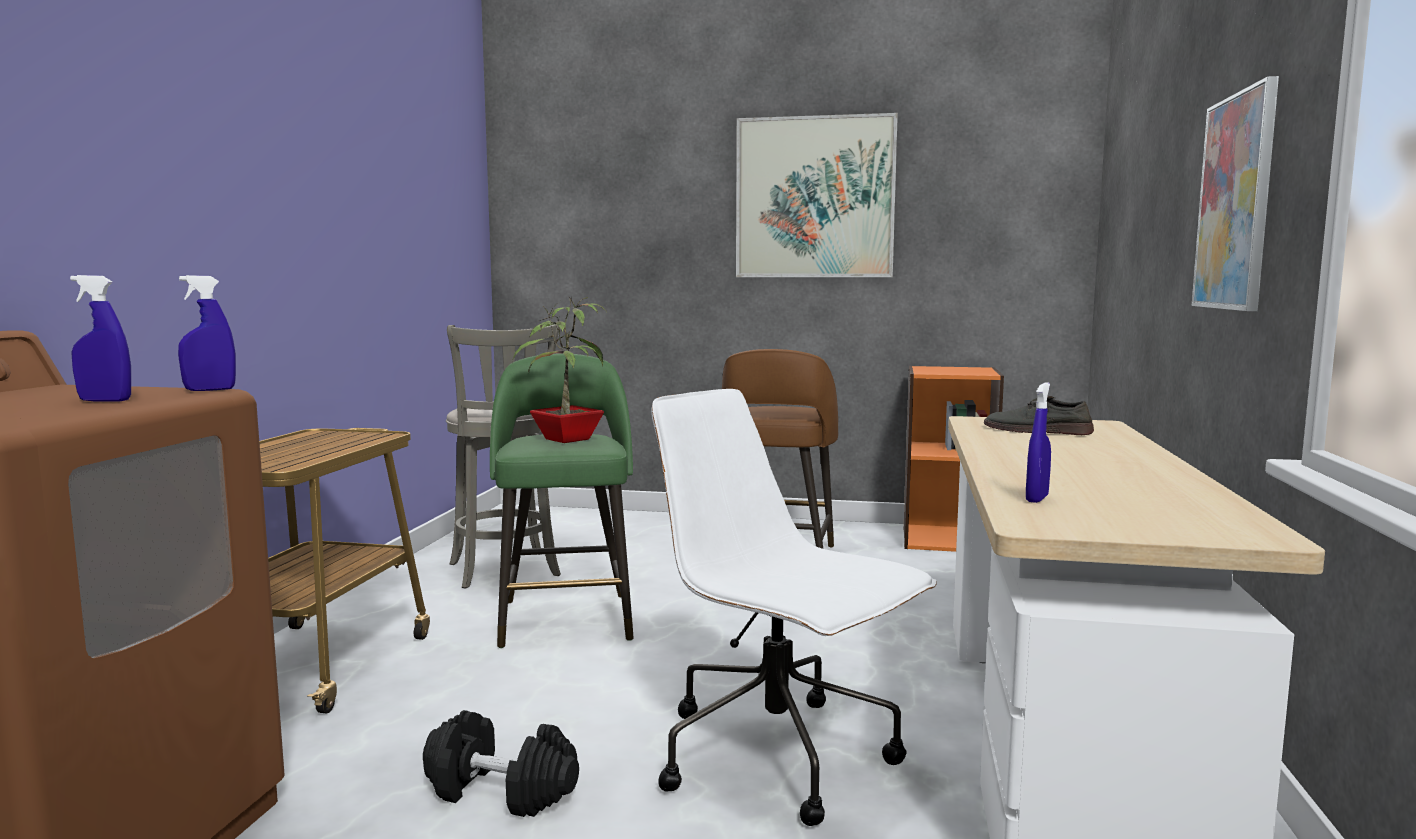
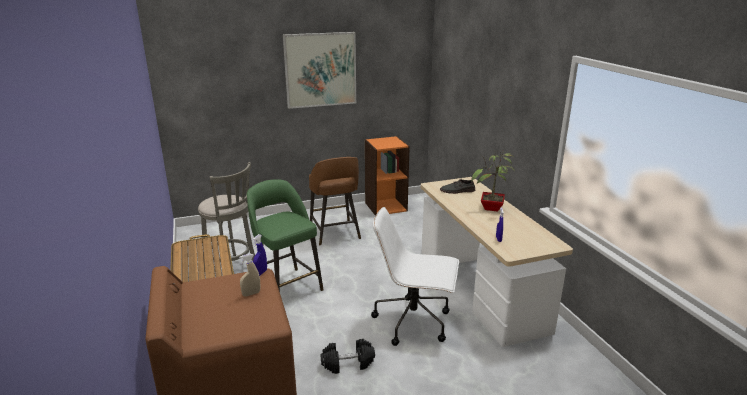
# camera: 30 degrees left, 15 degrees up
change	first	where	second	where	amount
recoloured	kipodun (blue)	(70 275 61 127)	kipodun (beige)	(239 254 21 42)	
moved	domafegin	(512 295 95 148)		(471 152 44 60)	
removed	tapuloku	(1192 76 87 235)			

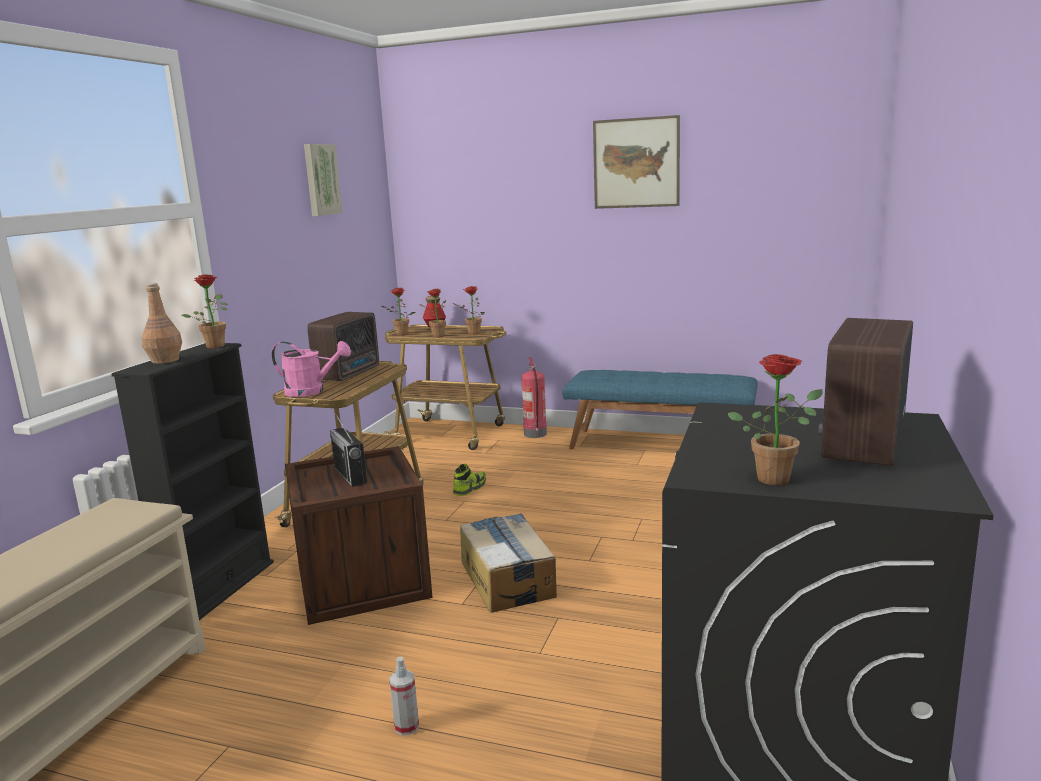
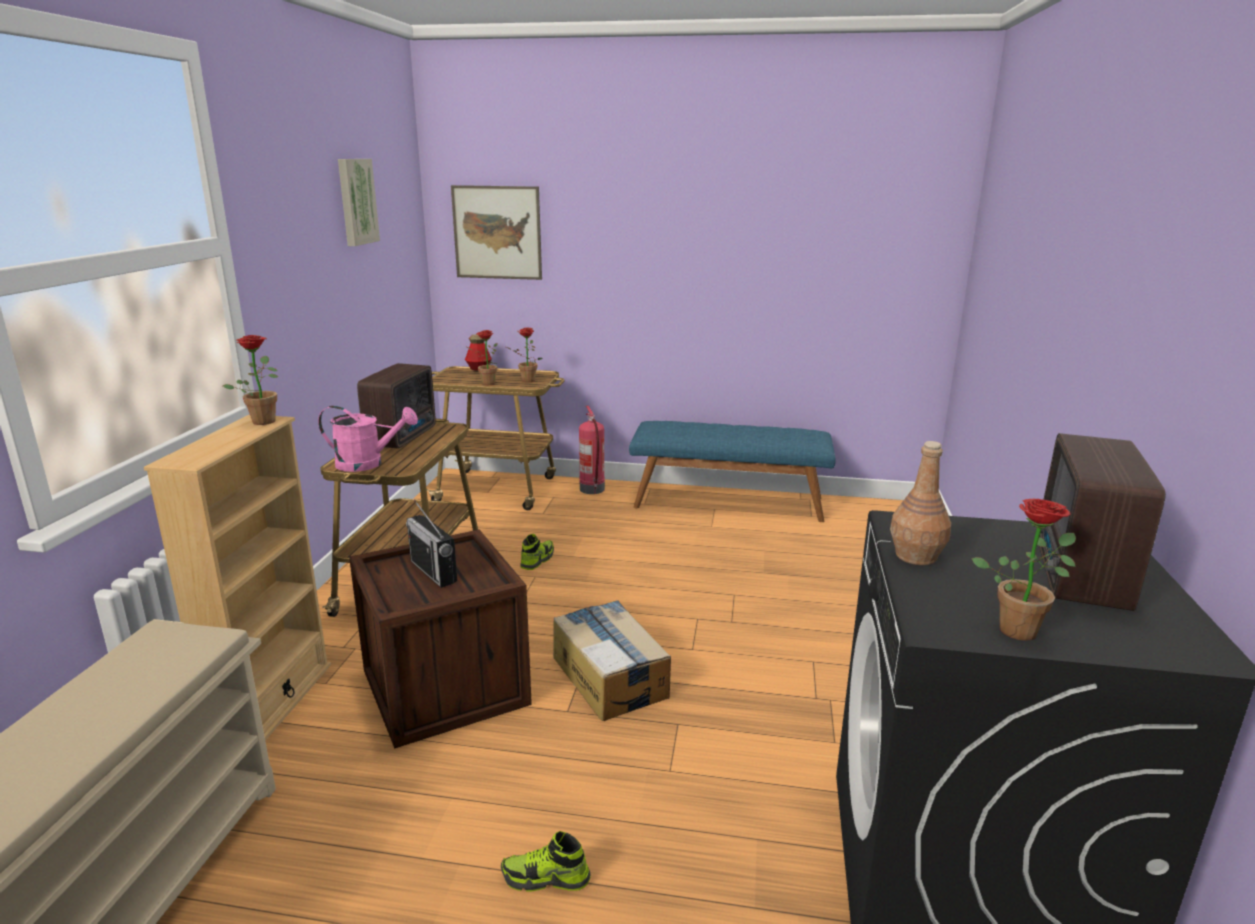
# camera: 10 degrees left, 5 degrees up
change	first	where	second	where	amount
recoloured	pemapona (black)	(111 343 163 277)	pemapona (beige)	(144 414 187 327)	
moved	tapuloku	(593 115 87 94)		(451 185 91 95)	
replaced	kipodun	(389 657 30 78)	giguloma	(501 831 90 60)	
moved	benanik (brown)	(141 283 41 81)		(890 441 61 124)	
removed	domafegin	(382 288 34 48)			

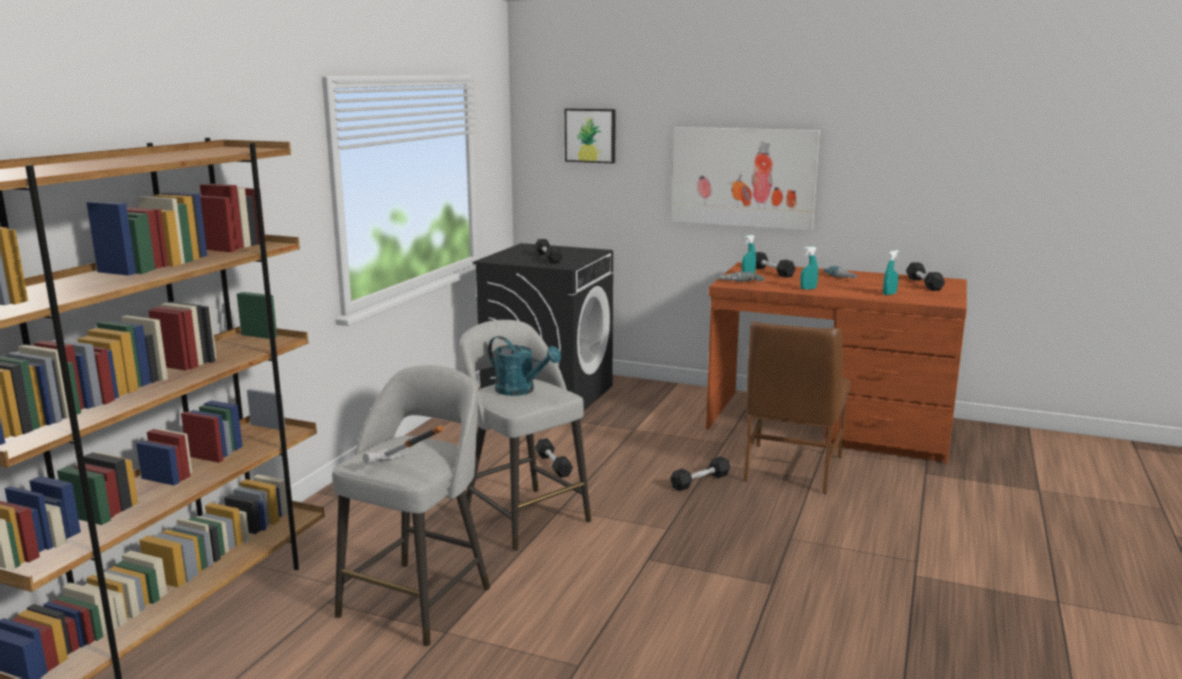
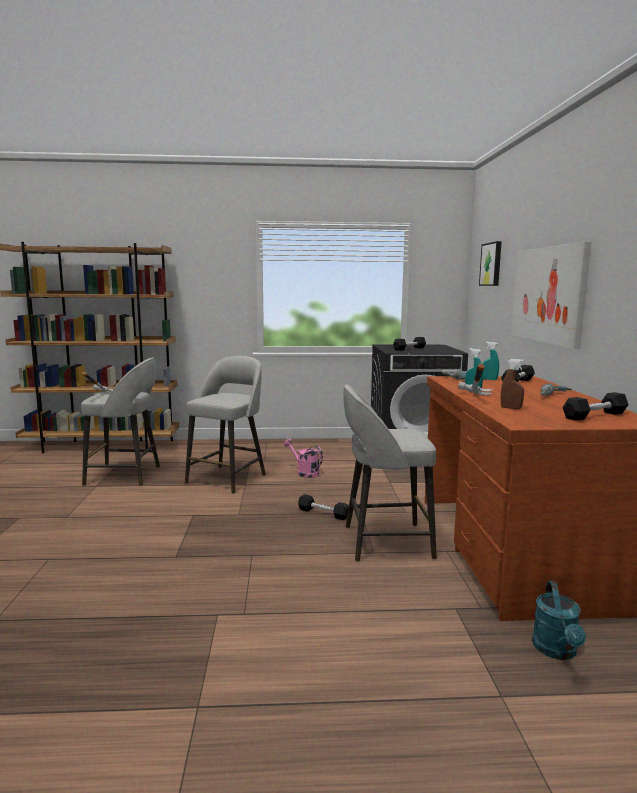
# camera: 65 degrees right, 5 degrees down
change	first	where	second	where	amount
replaced	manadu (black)	(535 438 38 40)	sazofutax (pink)	(284 439 39 39)	
replaced	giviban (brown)	(744 321 106 173)	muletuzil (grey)	(343 385 94 177)	
added			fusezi	(458 364 34 31)	
recoloured	kipodun (turquoise)	(883 250 16 45)	kipodun (brown)	(501 359 23 50)	
moved	sazofutax (turquoise)	(488 336 73 60)		(532 581 54 79)	

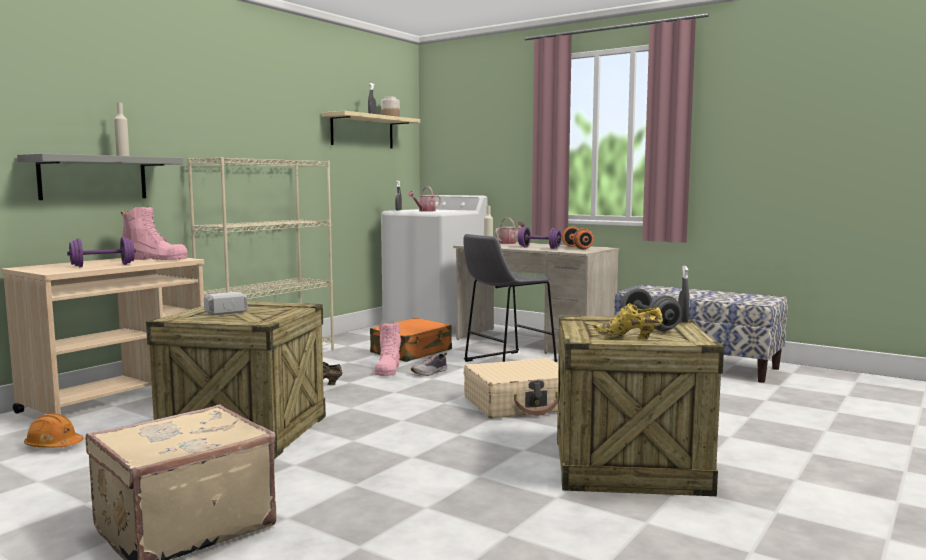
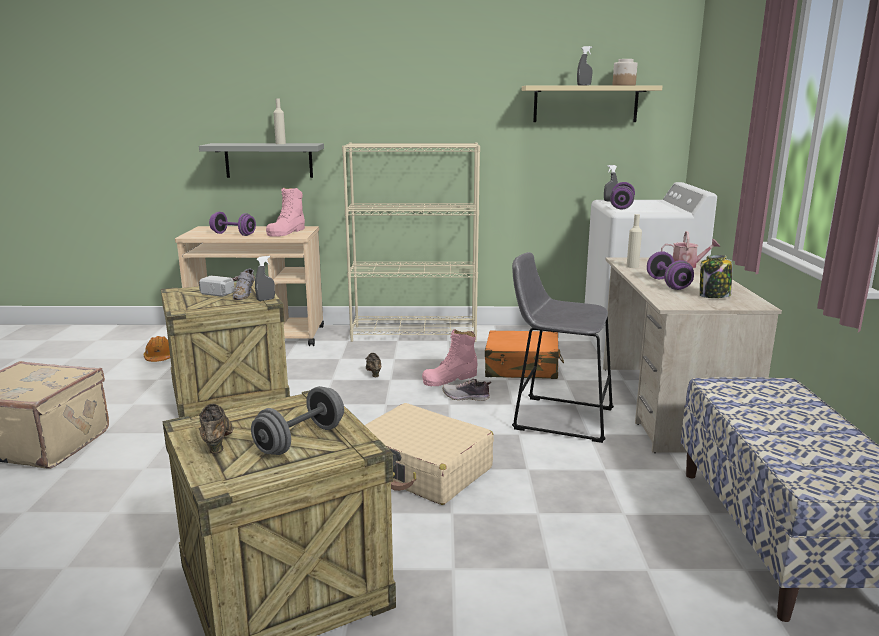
# camera: 55 degrees right, 10 degrees up
change	first	where	second	where	amount
recoloured	giguloma (yellow)	(593 303 70 36)	giguloma (brown)	(199 404 35 50)	
added			giguloma (grey)	(233 269 22 31)	
moved	kipodun (grey)	(678 266 12 56)		(255 256 20 45)	
turned	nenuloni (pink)	(121 207 67 53)		(266 188 39 49)	45 degrees clockwise
replaced	sazofutax	(407 186 34 25)	manadu (purple)	(610 182 25 28)	
replaced	manadu (orange)	(562 227 32 22)	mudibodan	(700 255 32 43)	

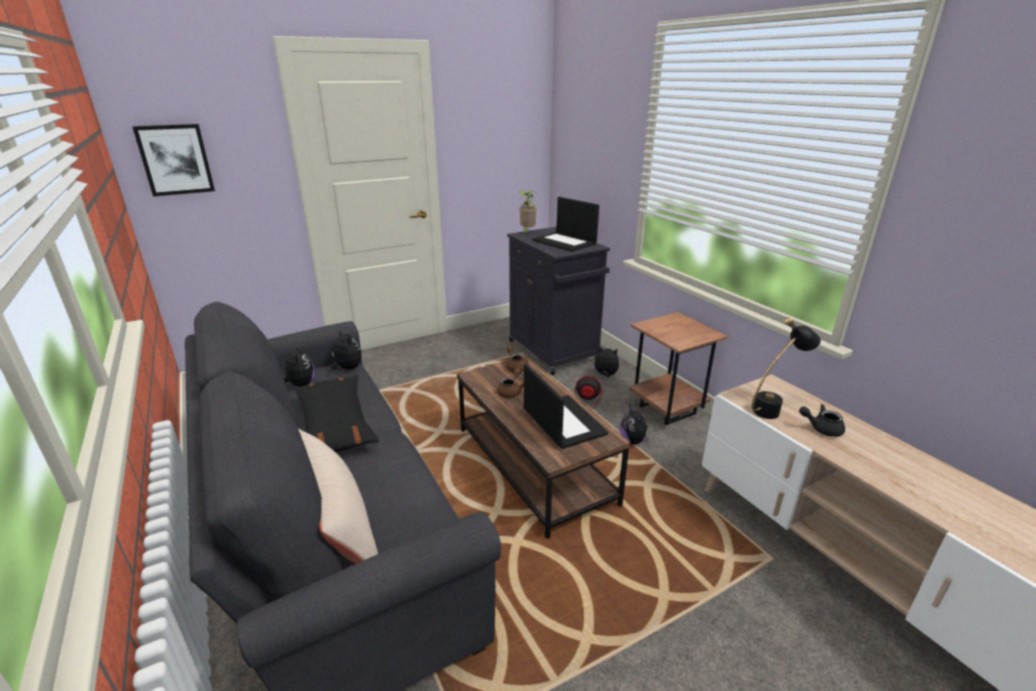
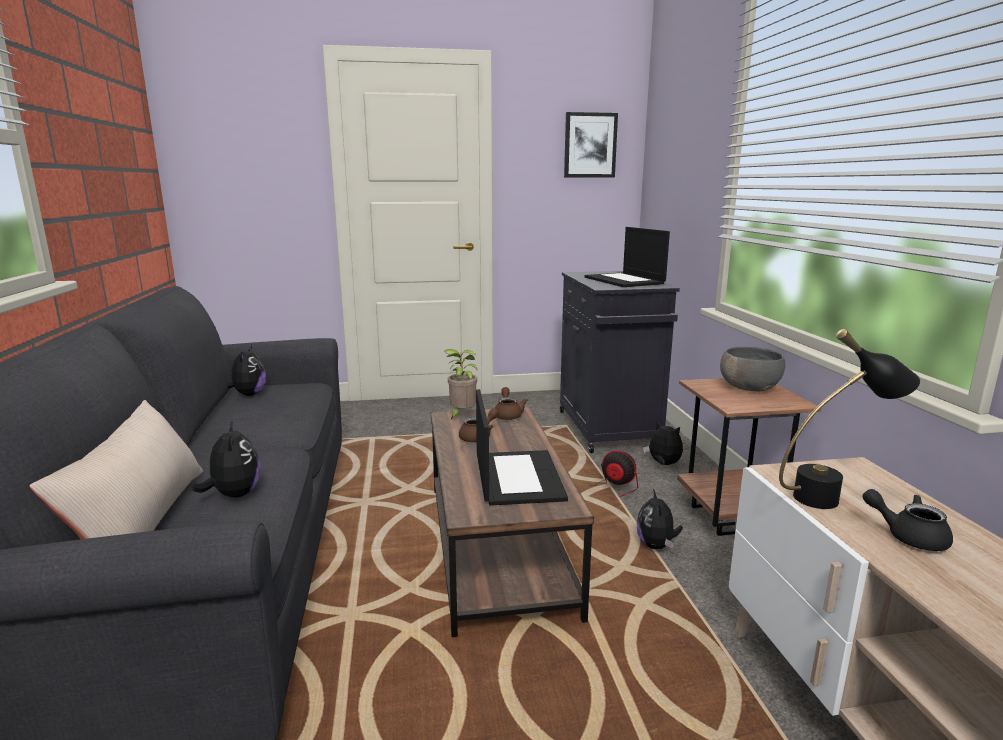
# camera: 20 degrees right, 10 degrees down
change	first	where	second	where	amount
moved	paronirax	(331 329 31 41)		(193 422 68 76)	
moved	domafegin	(519 191 18 42)		(445 349 32 70)	
moved	tapuloku	(132 124 83 72)		(564 112 54 66)	
added			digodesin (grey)	(720 346 65 46)	
removed	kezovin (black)	(295 375 84 77)			

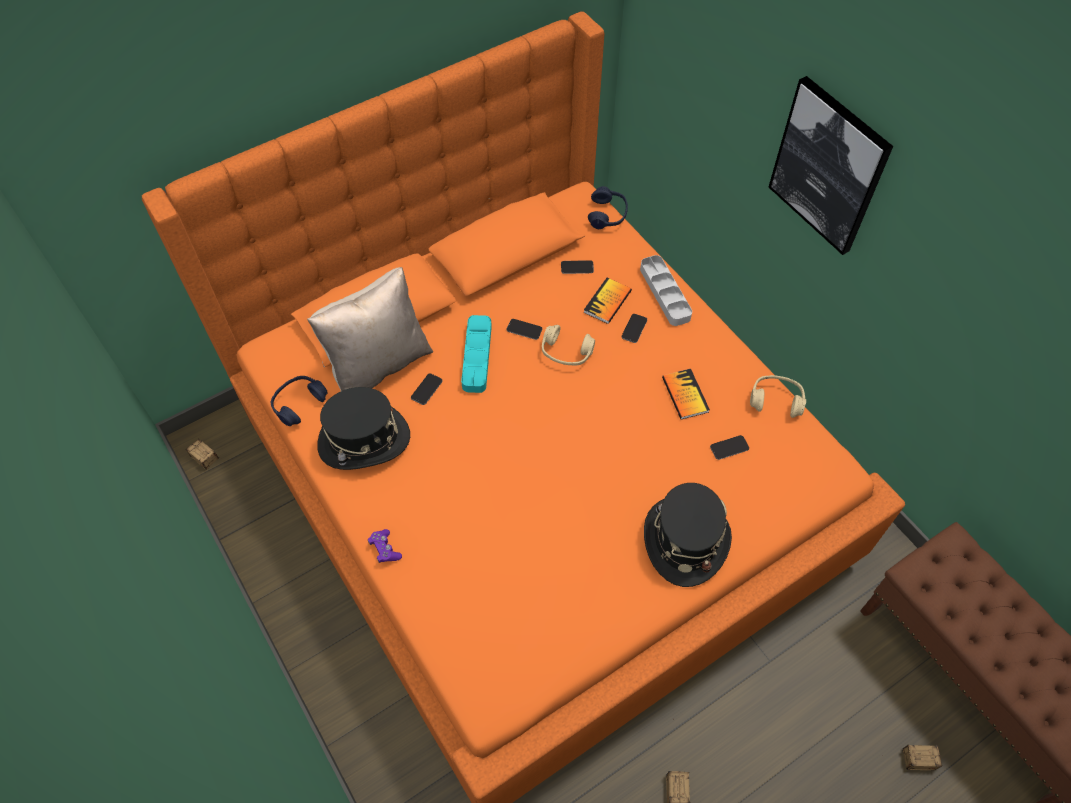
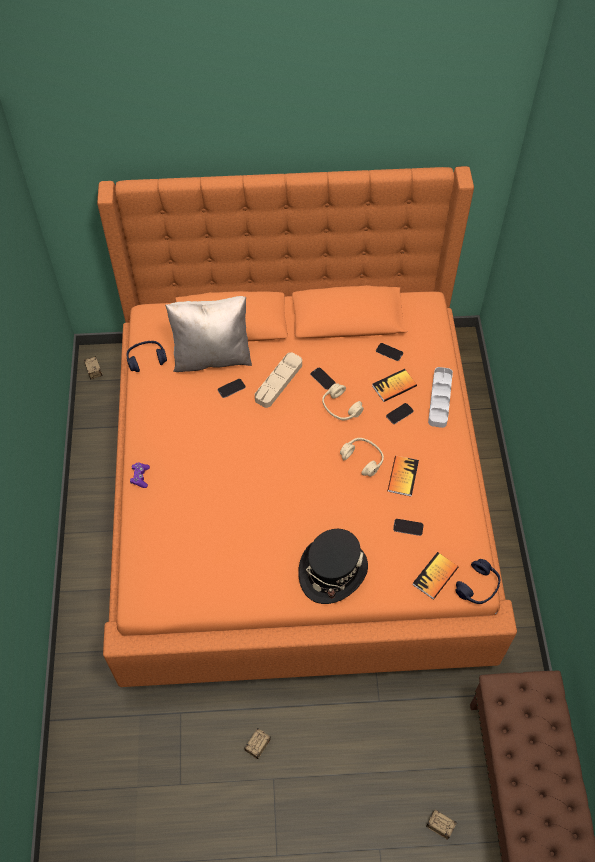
# camera: 30 degrees right, 0 degrees up
change	first	where	second	where	amount
recoloured	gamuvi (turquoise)	(461 315 31 78)	gamuvi (beige)	(255 352 47 56)	
moved	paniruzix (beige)	(750 375 56 43)		(340 438 44 39)	
added			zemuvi	(412 552 46 48)	
moved	paniruzix (blue)	(588 186 40 43)		(455 559 45 45)	
removed	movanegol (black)	(317 387 93 83)			
removed	tapuloku	(769 76 124 179)			

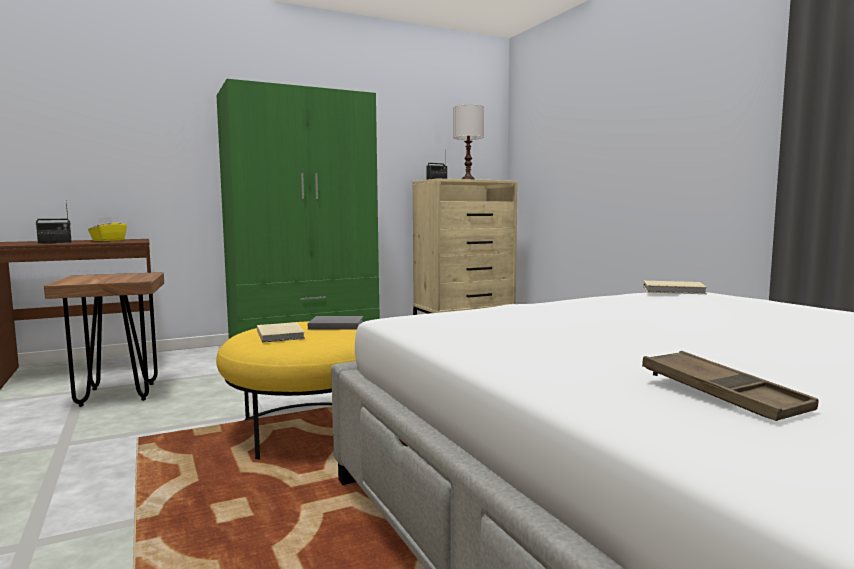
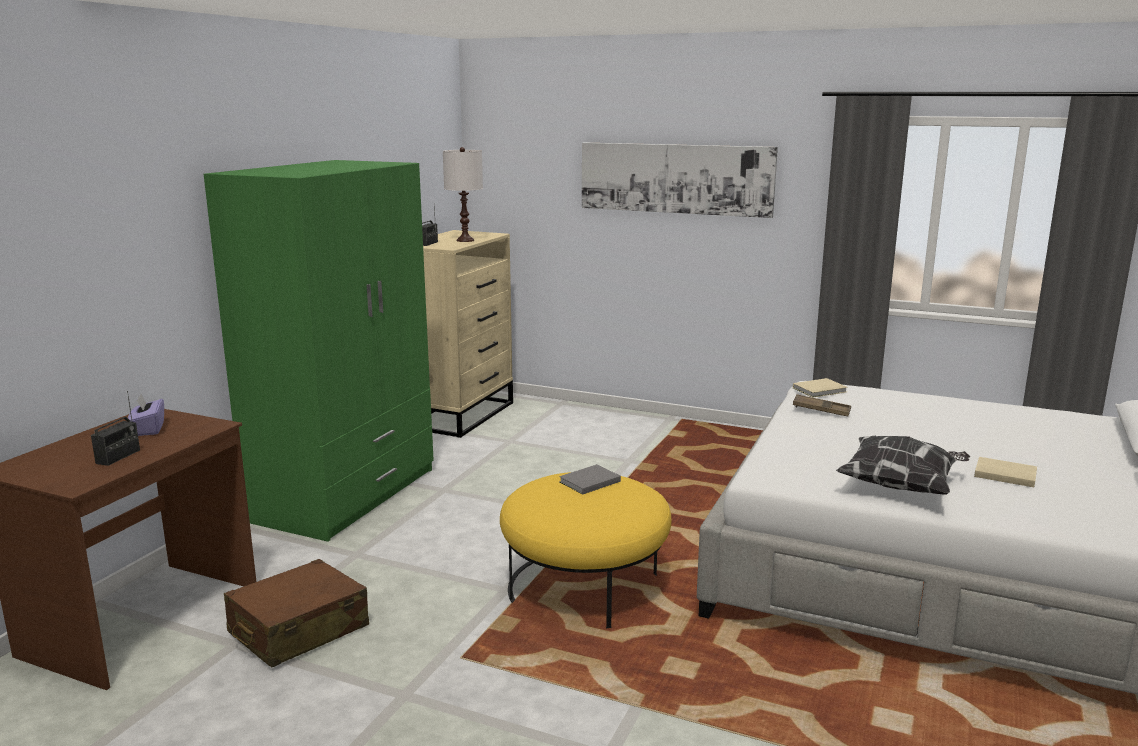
# camera: 40 degrees left, 10 degrees up
change	first	where	second	where	amount
recoloured	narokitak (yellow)	(88 217 39 24)	narokitak (purple)	(128 394 36 42)	
replaced	muletuzil (brown)	(44 272 120 135)	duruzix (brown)	(224 559 145 108)	
added			tapuloku	(582 142 196 76)	
moved	gamuvi (brown)	(642 351 177 70)		(793 394 58 22)	
added			kezovin	(836 436 134 59)	
moved	zemuvi (beige)	(257 322 48 21)		(974 457 63 30)	

